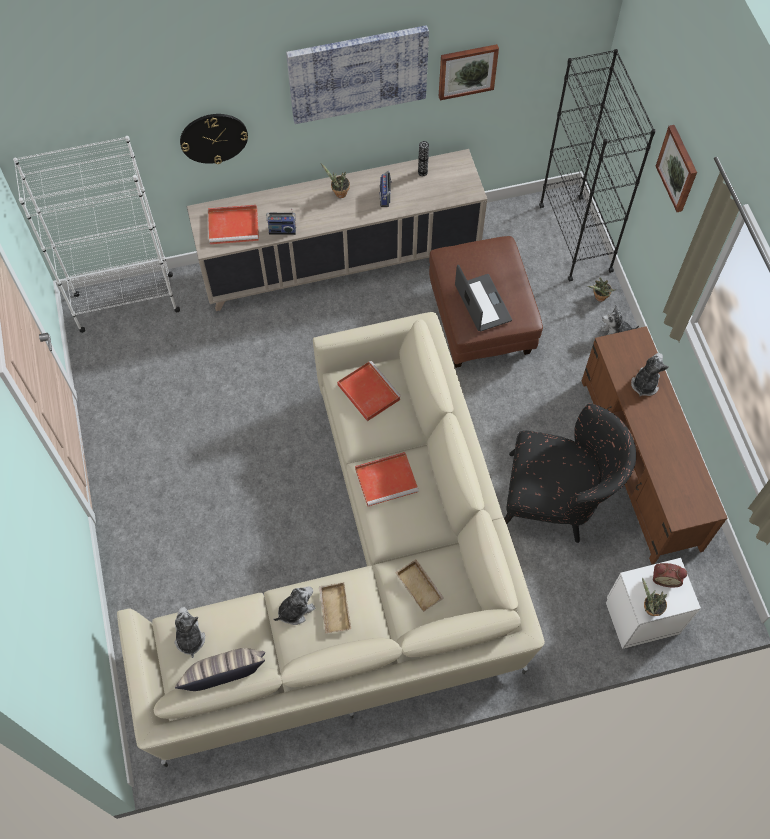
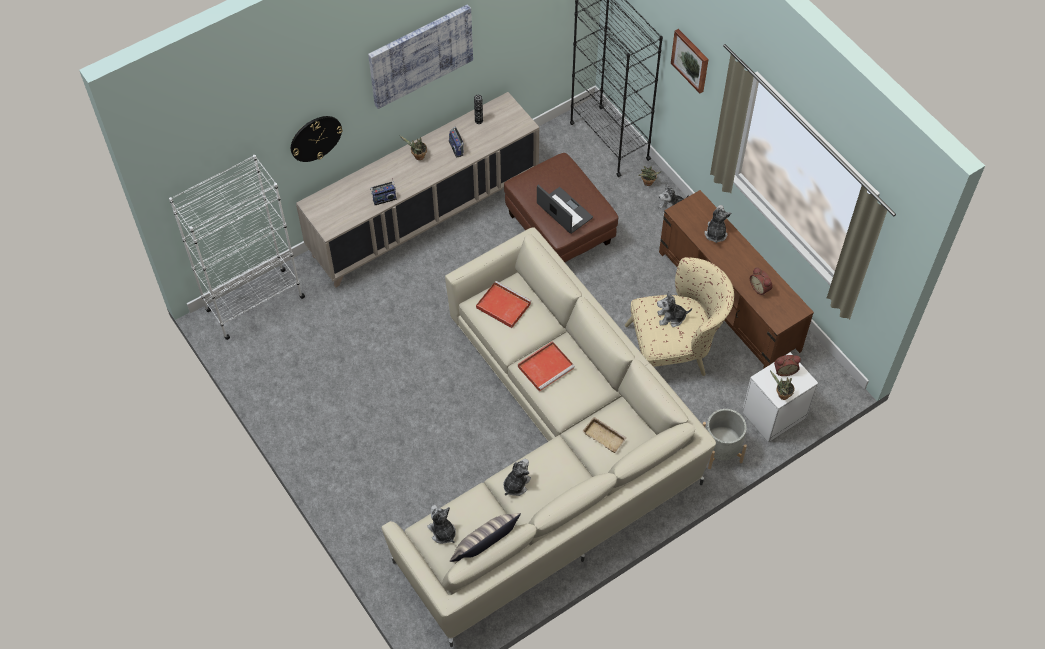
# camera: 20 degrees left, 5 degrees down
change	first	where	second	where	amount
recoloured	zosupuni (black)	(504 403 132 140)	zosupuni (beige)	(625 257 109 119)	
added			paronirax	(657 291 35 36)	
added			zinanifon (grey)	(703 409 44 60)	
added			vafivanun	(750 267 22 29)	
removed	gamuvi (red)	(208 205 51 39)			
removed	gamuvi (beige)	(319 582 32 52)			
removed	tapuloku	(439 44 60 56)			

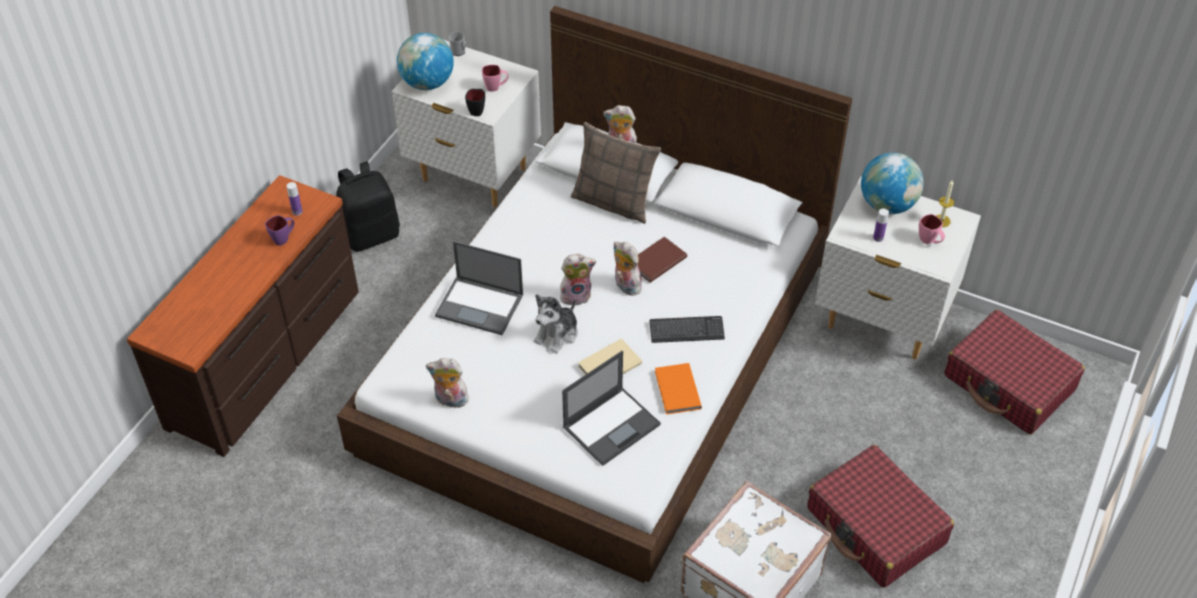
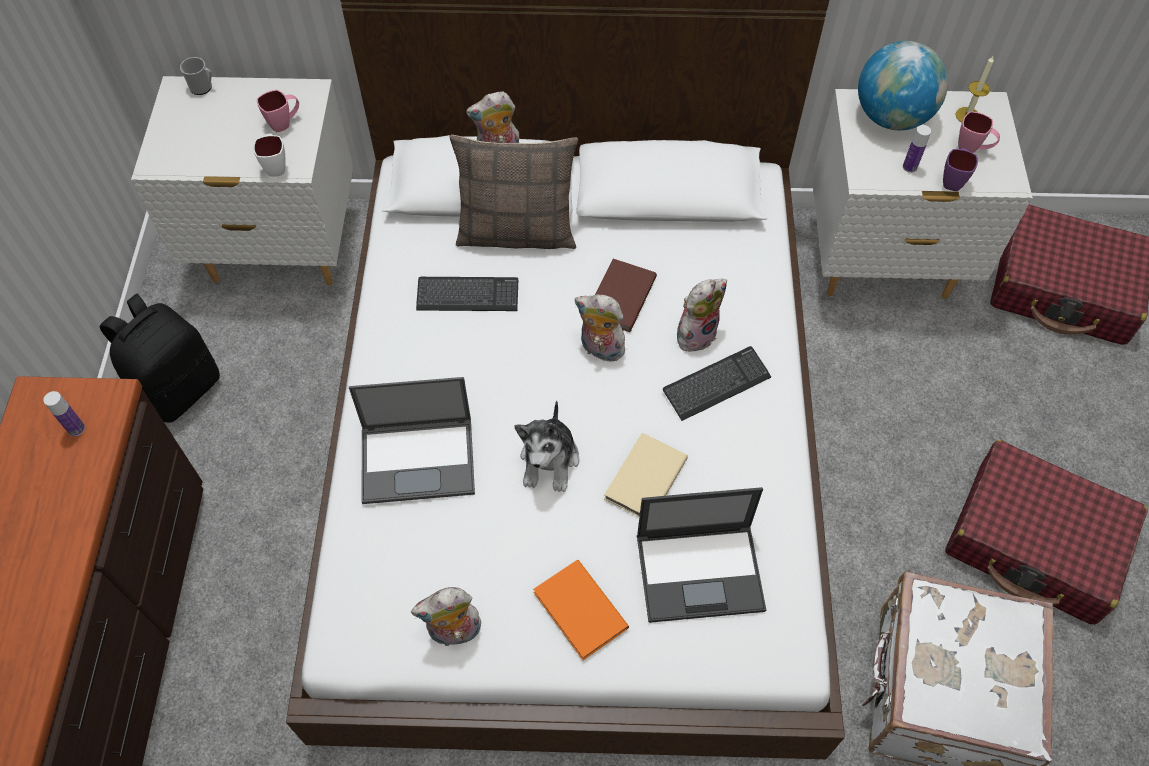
# camera: 25 degrees left, 10 degrees up
change	first	where	second	where	amount
recoloured	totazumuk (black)	(465 89 20 27)	totazumuk (white)	(253 133 33 44)	
added			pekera	(416 277 102 34)	
moved	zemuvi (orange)	(655 363 47 52)		(533 560 96 100)	
turned	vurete	(562 351 99 115)		(637 487 129 136)	60 degrees clockwise
moved	paronirax	(560 254 36 52)		(677 279 50 76)	
moved	totazumuk (purple)	(265 215 29 31)		(943 148 35 43)	
removed	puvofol	(397 33 57 57)			

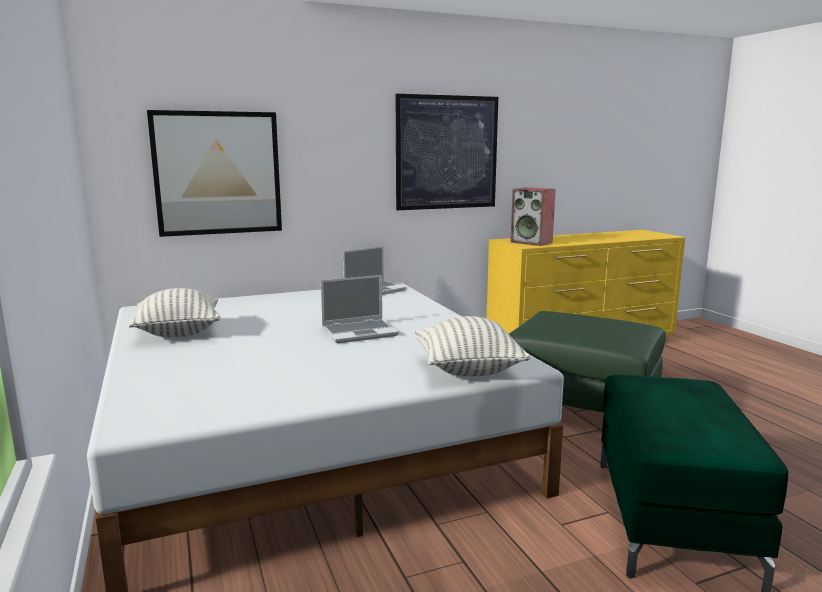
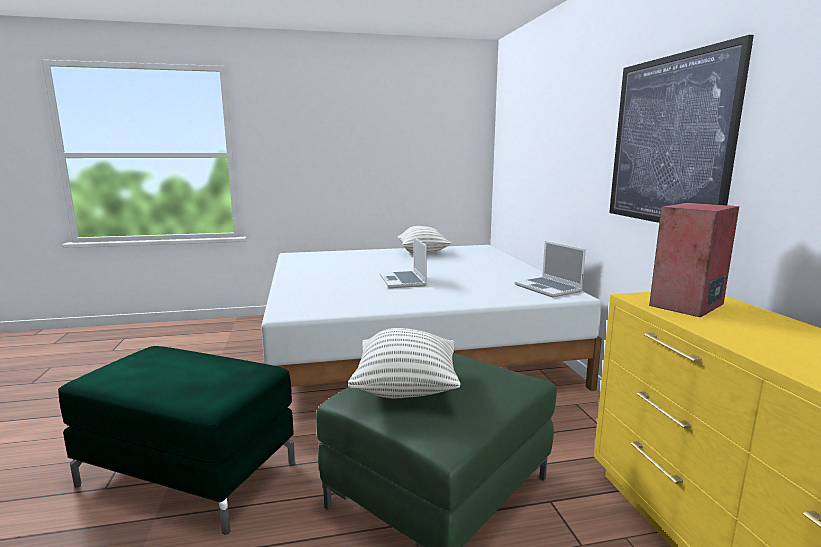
# camera: 100 degrees right, 0 degrees up
change	first	where	second	where	amount
moved	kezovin	(415 316 115 60)		(348 328 113 70)	
removed	tapuloku	(147 110 135 127)			

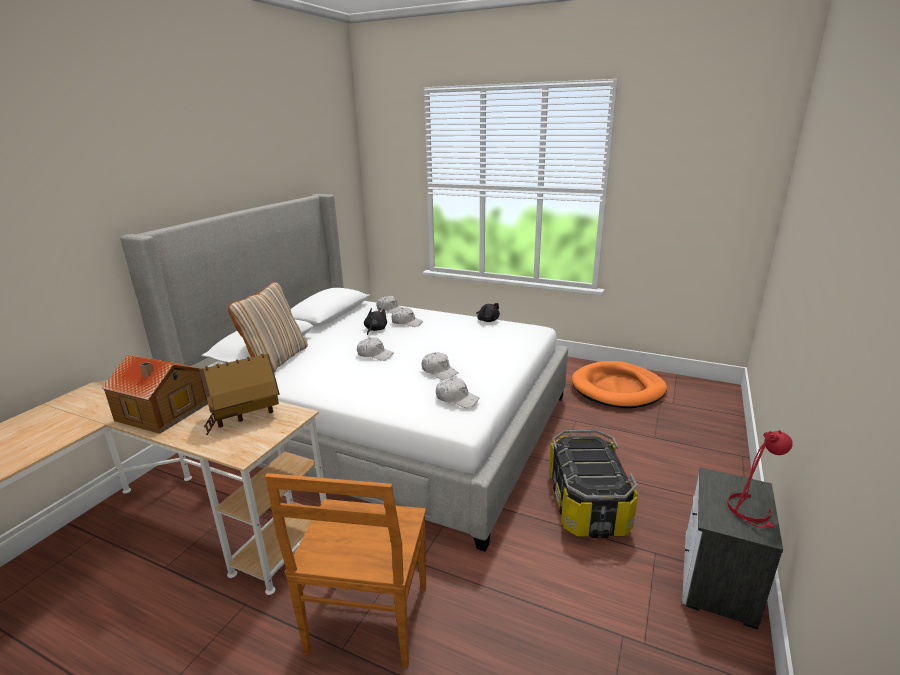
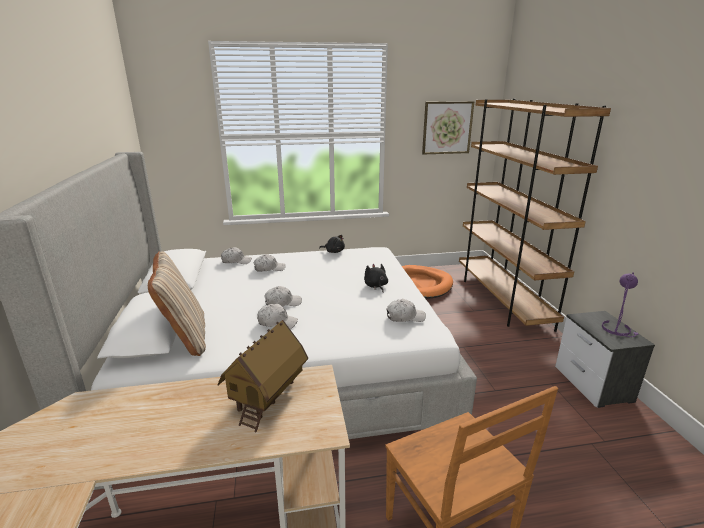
# camera: 35 degrees left, 0 degrees up
change	first	where	second	where	amount
moved	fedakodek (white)	(421 352 37 28)		(257 304 41 25)	
moved	paronirax (black)	(364 308 23 27)		(364 264 24 29)	
added			tapuloku	(422 101 52 53)	
added			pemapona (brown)	(459 99 152 233)	
recoloured	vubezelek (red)	(727 430 66 97)	vubezelek (purple)	(602 272 37 65)	
removed	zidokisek	(102 355 106 79)			
removed	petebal	(549 430 89 108)			

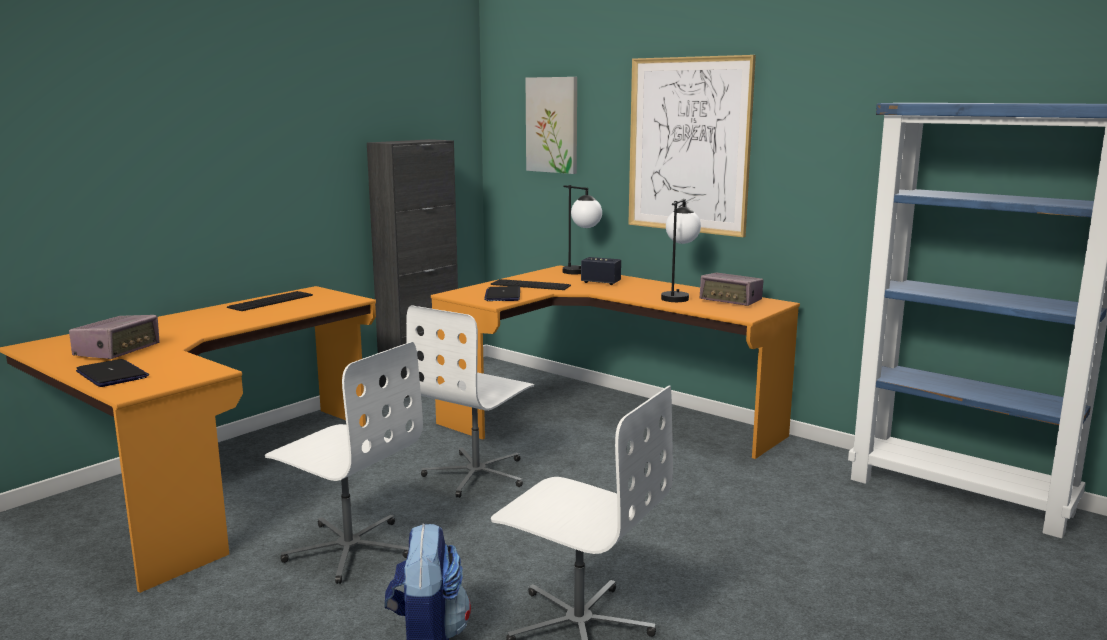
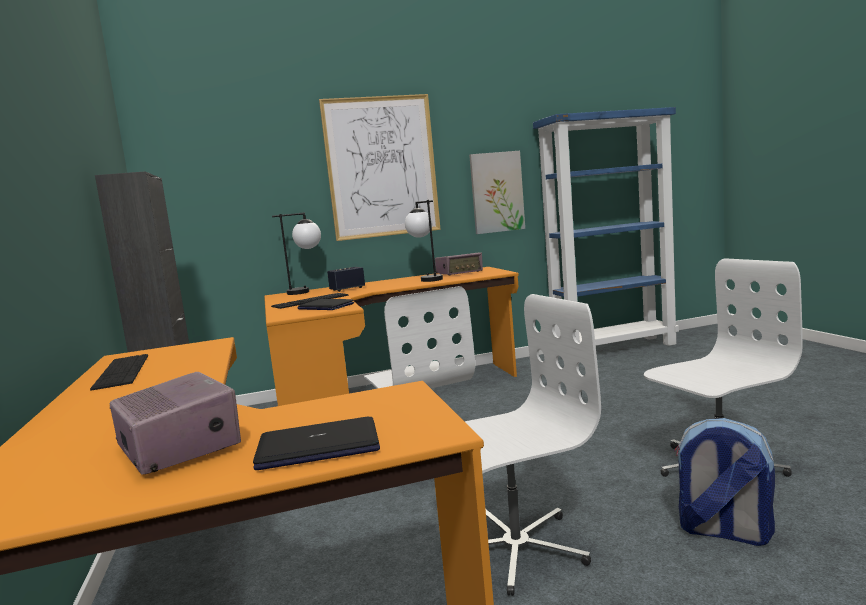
# camera: 55 degrees left, 5 degrees down
change	first	where	second	where	amount
moved	tapuloku	(526 77 51 97)		(469 151 56 83)	

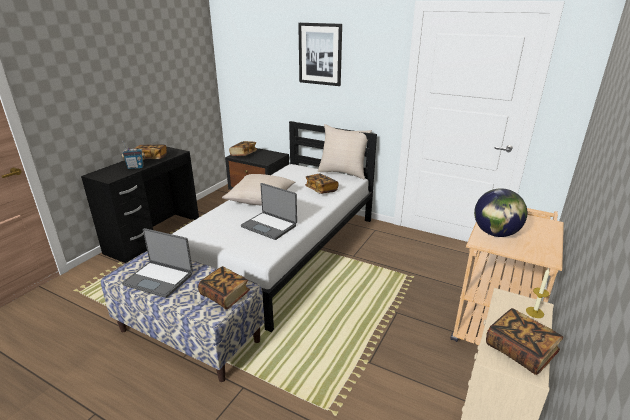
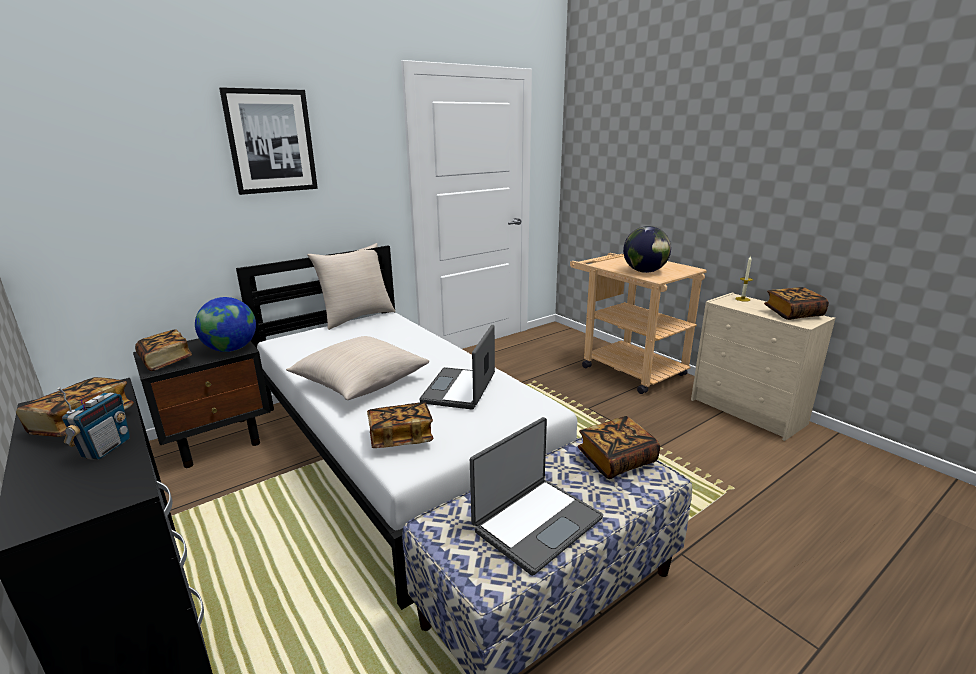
# camera: 65 degrees left, 5 degrees down
change	first	where	second	where	amount
added			puvofol	(195 297 61 55)	
moved	zemuvi	(305 174 34 20)		(367 402 66 46)	
turned	vurete	(241 183 56 57)		(419 325 76 84)	135 degrees clockwise

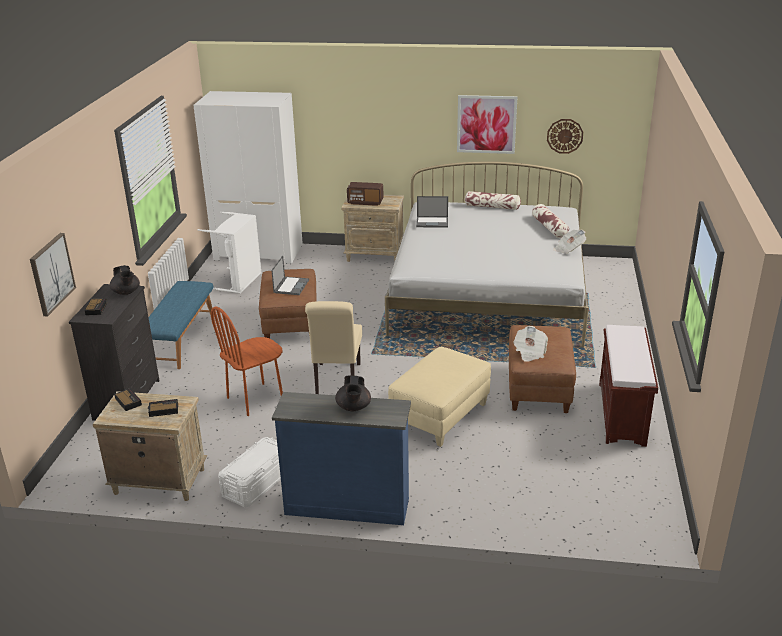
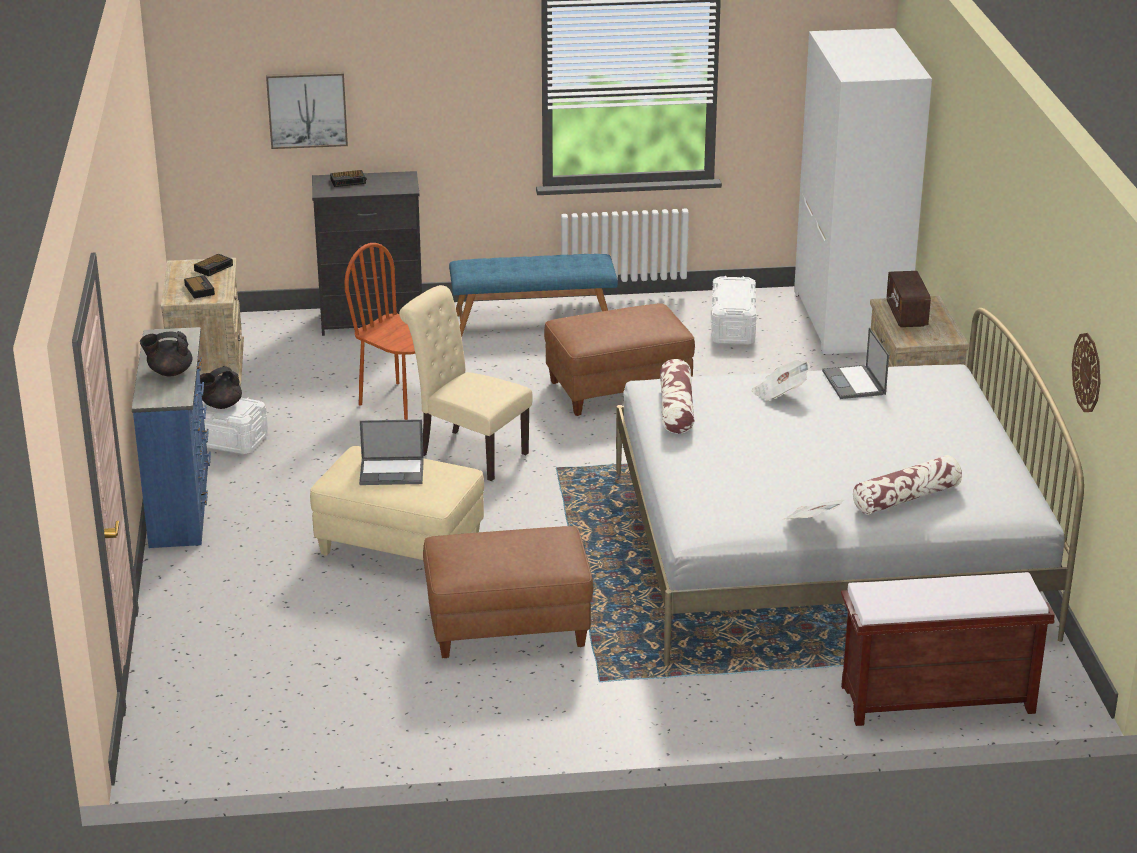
# camera: 75 degrees right, 0 degrees up
change	first	where	second	where	amount
moved	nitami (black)	(110 265 30 30)		(200 366 42 43)	
moved	vurete	(271 256 38 39)		(359 419 65 66)	
turned	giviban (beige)	(305 301 57 93)		(399 285 134 196)	45 degrees clockwise
moved	kezovin	(465 191 56 19)		(660 359 35 75)	
replaced	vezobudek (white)	(198 212 64 82)	petebal (white)	(711 276 46 69)	
moved	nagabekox	(513 326 35 36)		(751 360 60 41)	
moved	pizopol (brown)	(599 325 59 122)		(841 572 214 154)	
removed	tapuloku	(457 95 61 59)			

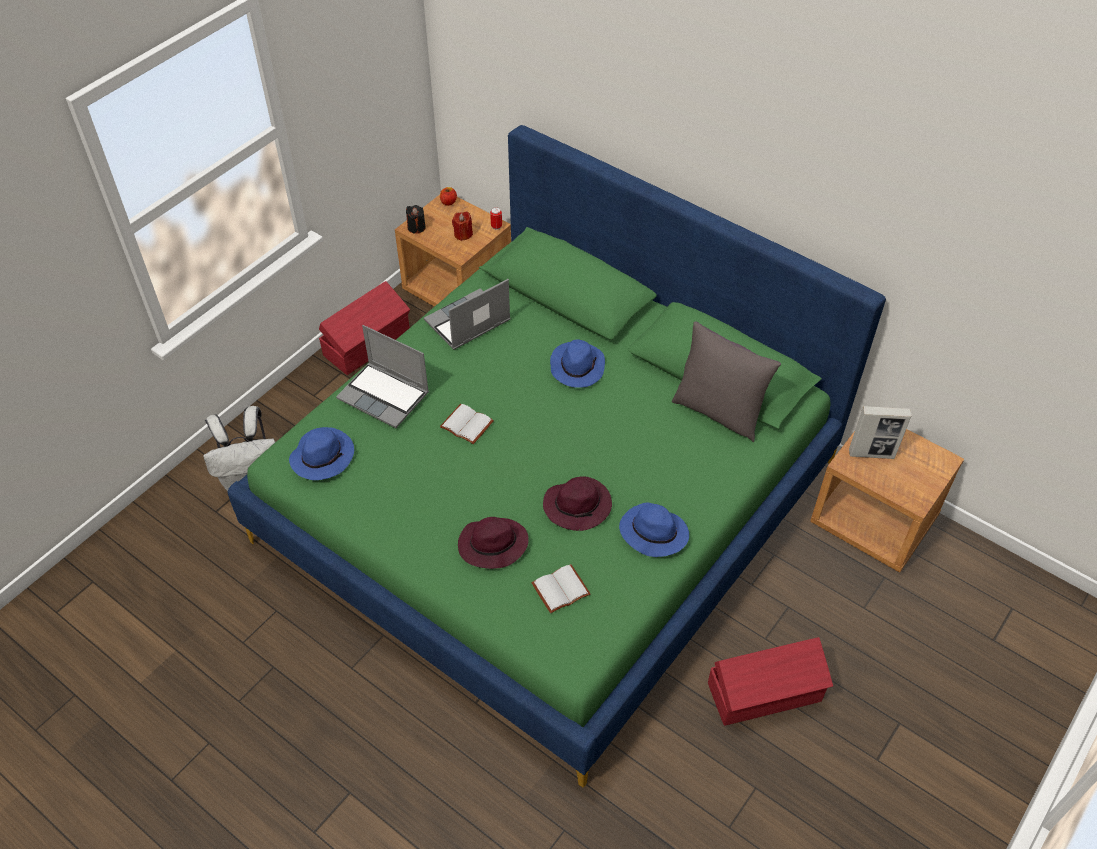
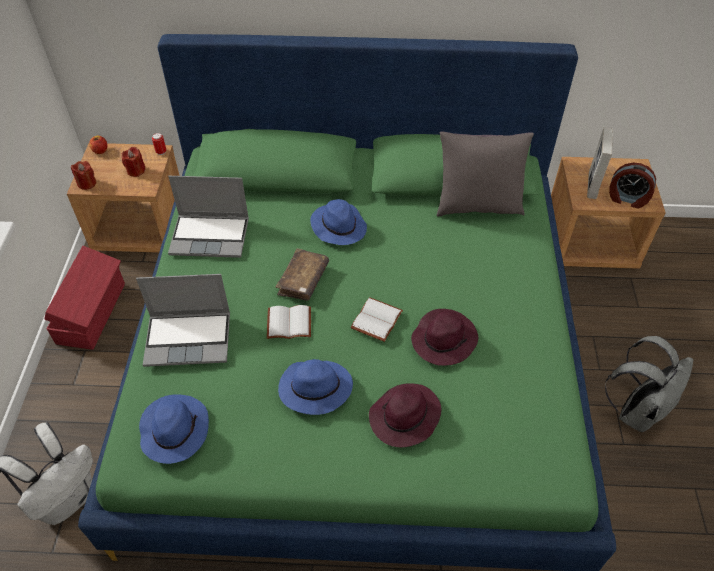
# camera: 35 degrees left, 0 degrees up
change	first	where	second	where	amount
recoloured	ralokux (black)	(406 205 19 29)	ralokux (red)	(71 161 25 29)	
turned	vurete	(424 279 87 71)		(168 176 81 82)	105 degrees counterclockwise
added			zemuvi (brown)	(276 248 53 53)	
moved	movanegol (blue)	(619 502 70 55)		(278 359 75 56)	
moved	zemuvi (white)	(531 564 59 50)		(350 297 53 45)	
turned	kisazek	(849 406 62 53)		(587 127 26 72)	135 degrees clockwise
replaced	petebal (red)	(708 637 125 89)	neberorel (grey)	(605 336 88 96)	
added			vafivanun	(609 163 47 46)	

